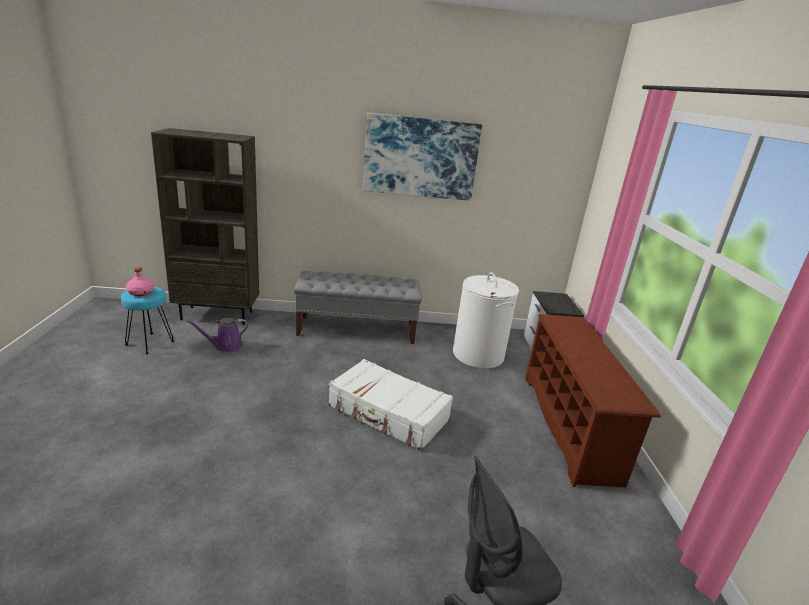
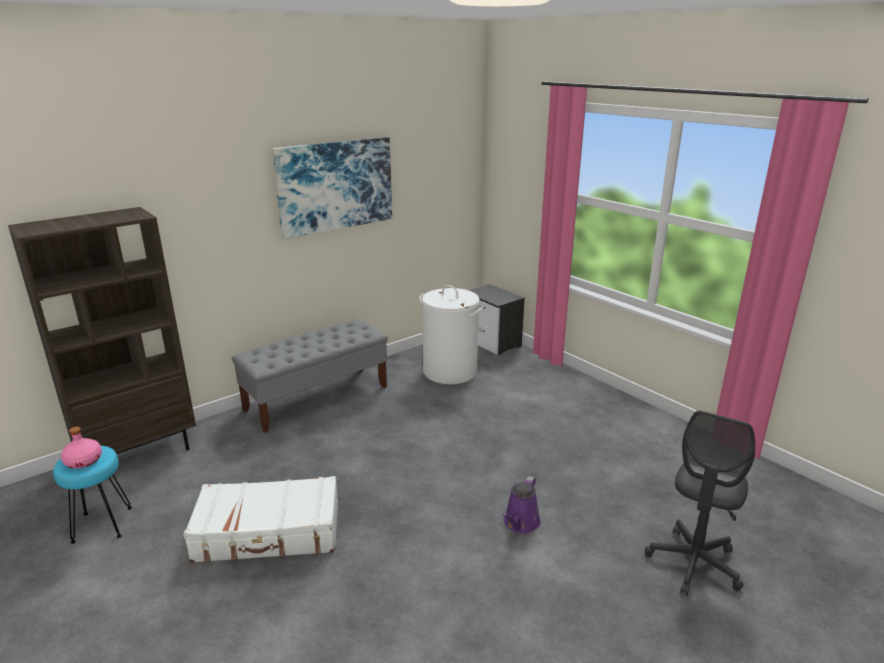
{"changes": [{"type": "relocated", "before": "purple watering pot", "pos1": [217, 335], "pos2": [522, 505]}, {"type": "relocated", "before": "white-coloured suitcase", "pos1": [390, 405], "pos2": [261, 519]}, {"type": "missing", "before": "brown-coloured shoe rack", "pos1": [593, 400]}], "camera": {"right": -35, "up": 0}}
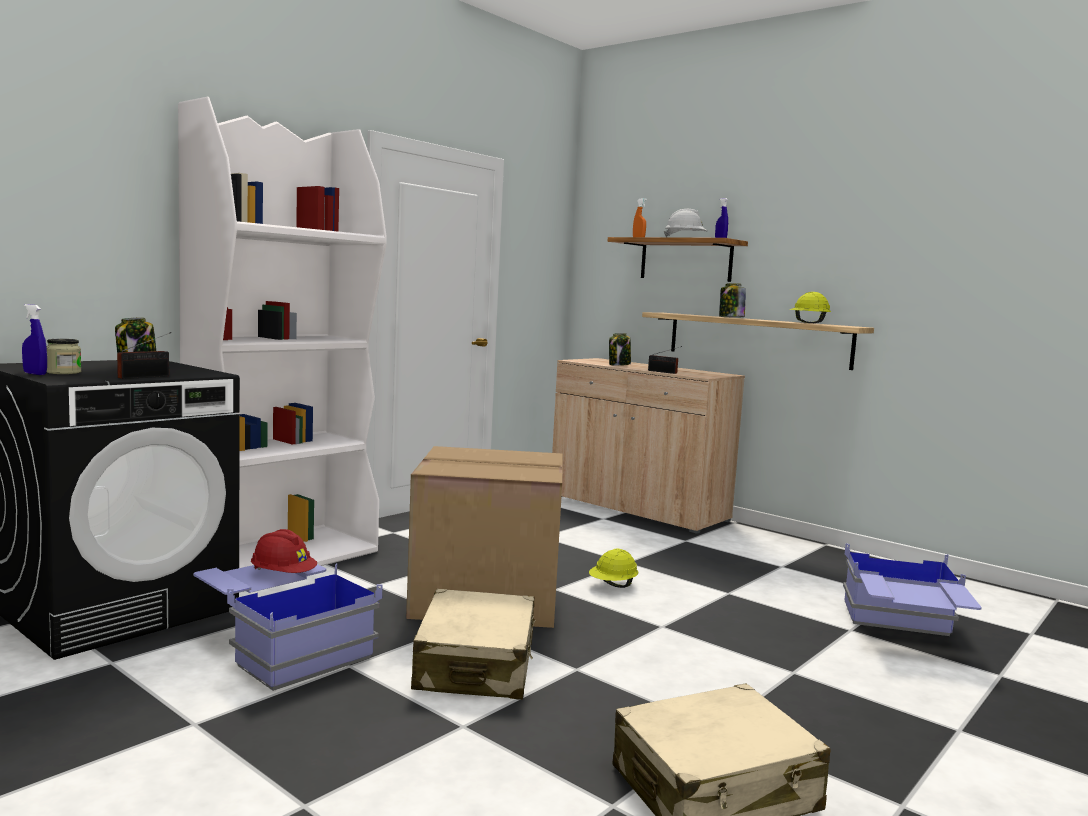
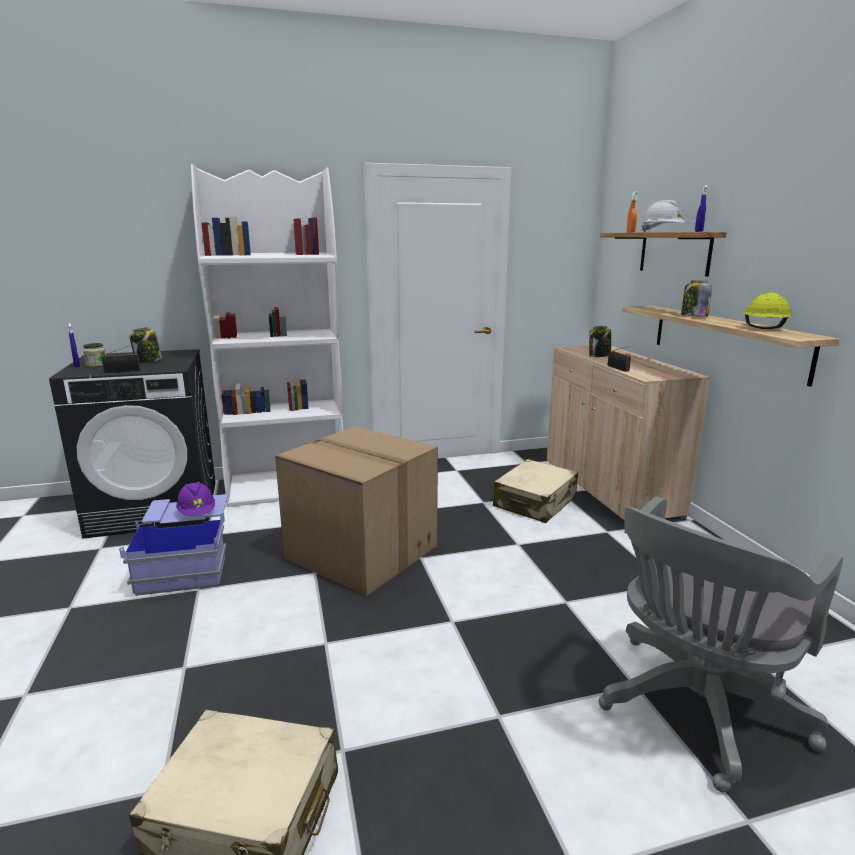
{"changes": [{"type": "colour", "before": "red-coloured hard hat", "after": "purple hard hat", "pos1": [284, 551], "pos2": [195, 499]}, {"type": "relocated", "before": "sand-coloured suitcase", "pos1": [473, 644], "pos2": [535, 491]}, {"type": "missing", "before": "yellow-coloured hard hat", "pos1": [614, 568]}, {"type": "exchanged", "before": "blue storage container", "after": "greyish computer chair", "pos1": [912, 589], "pos2": [720, 644]}], "camera": {"right": 35, "up": 10}}
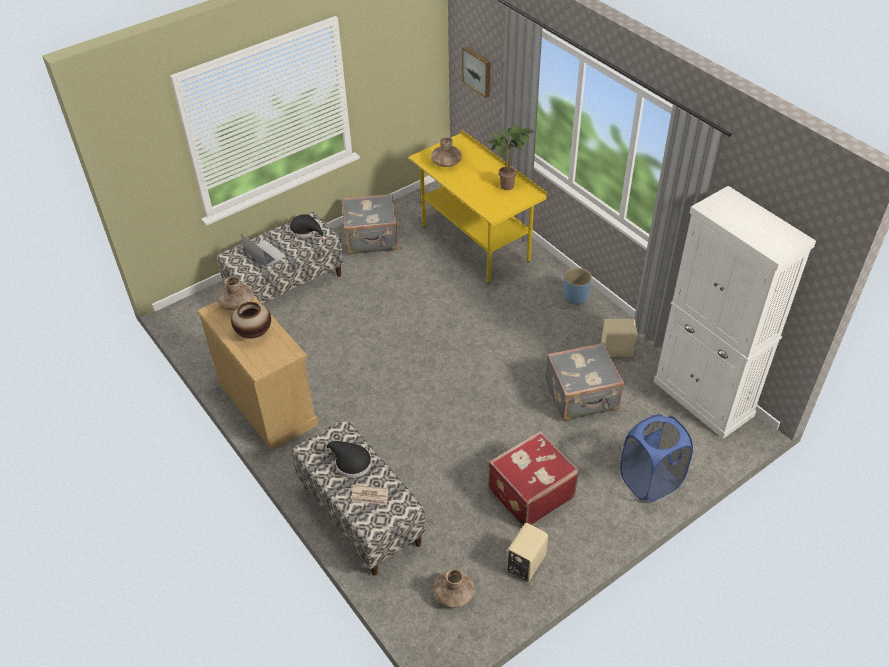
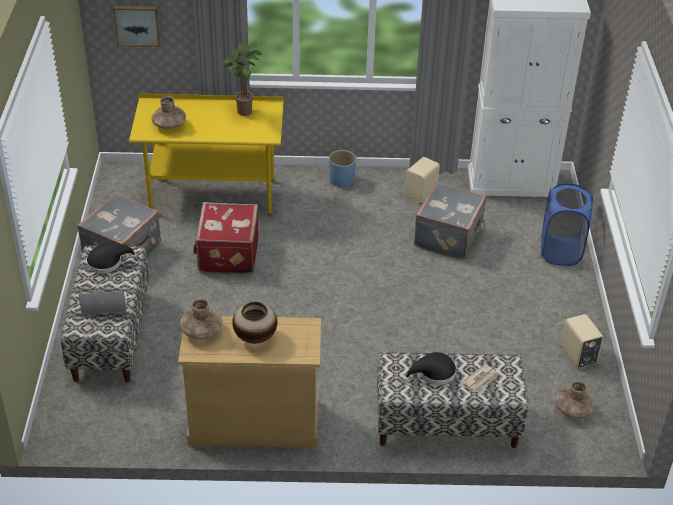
{"changes": [{"type": "relocated", "before": "red-coloured suitcase", "pos1": [534, 479], "pos2": [226, 238]}], "camera": {"right": -55, "up": -5}}
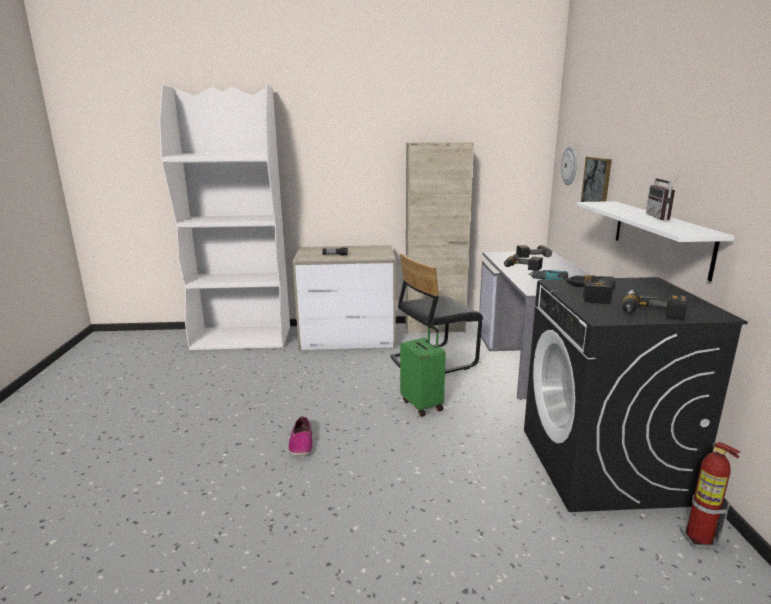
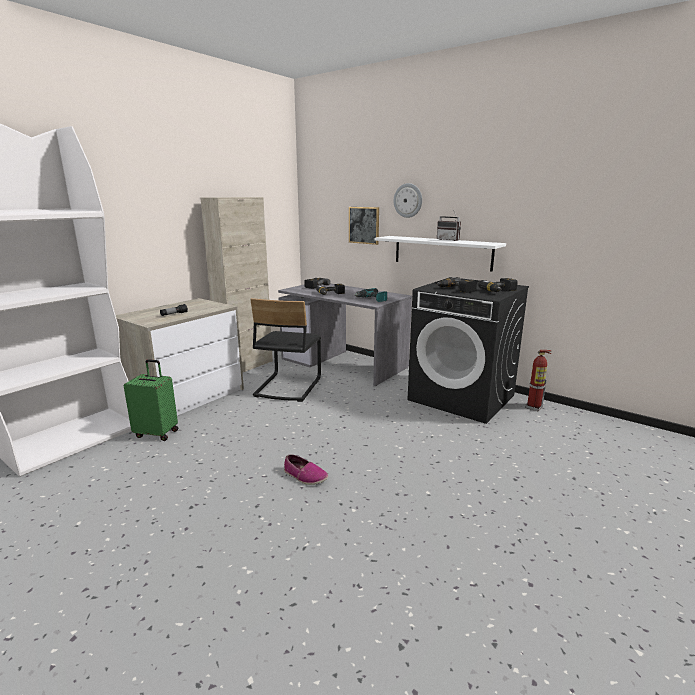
{"changes": [{"type": "relocated", "before": "greenish suitcase", "pos1": [423, 370], "pos2": [151, 400]}, {"type": "relocated", "before": "clock on the wall", "pos1": [569, 165], "pos2": [408, 200]}], "camera": {"right": -50, "up": 0}}
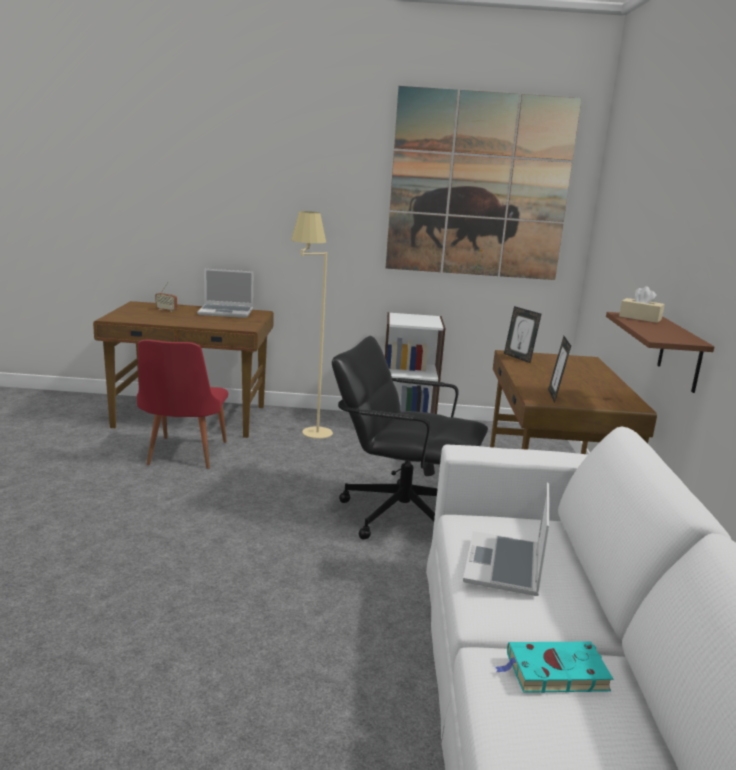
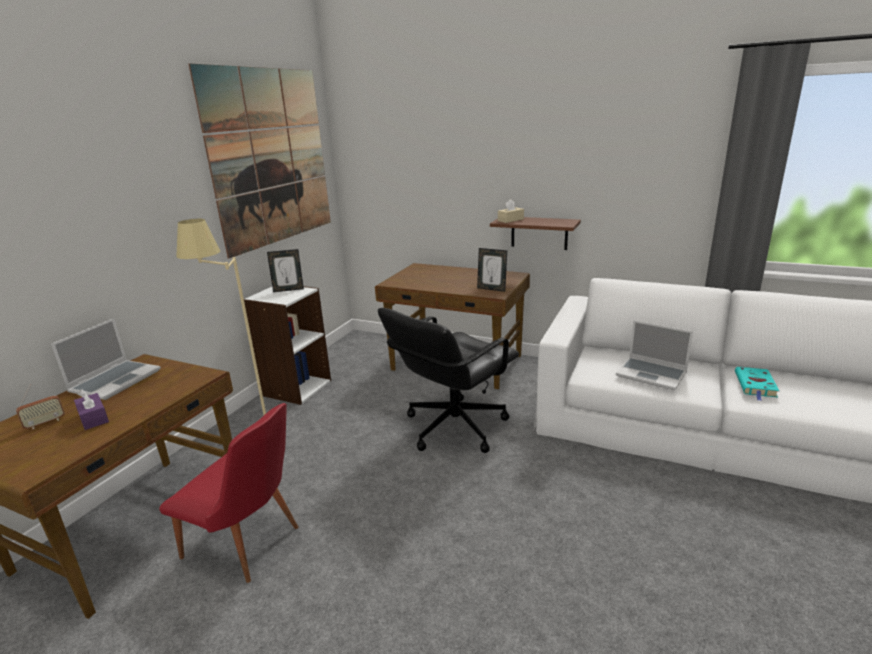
{"changes": [{"type": "relocated", "before": "picture frame", "pos1": [523, 334], "pos2": [285, 270]}, {"type": "appeared", "after": "purple tissue holder", "pos2": [91, 409]}], "camera": {"right": -65, "up": 5}}
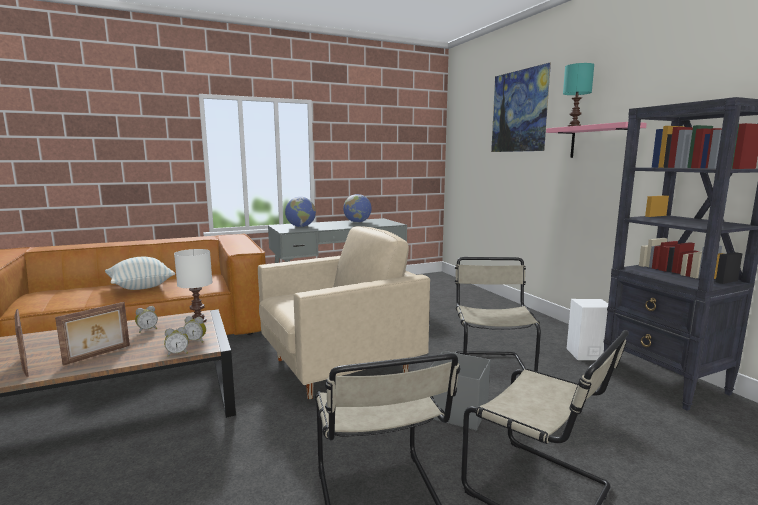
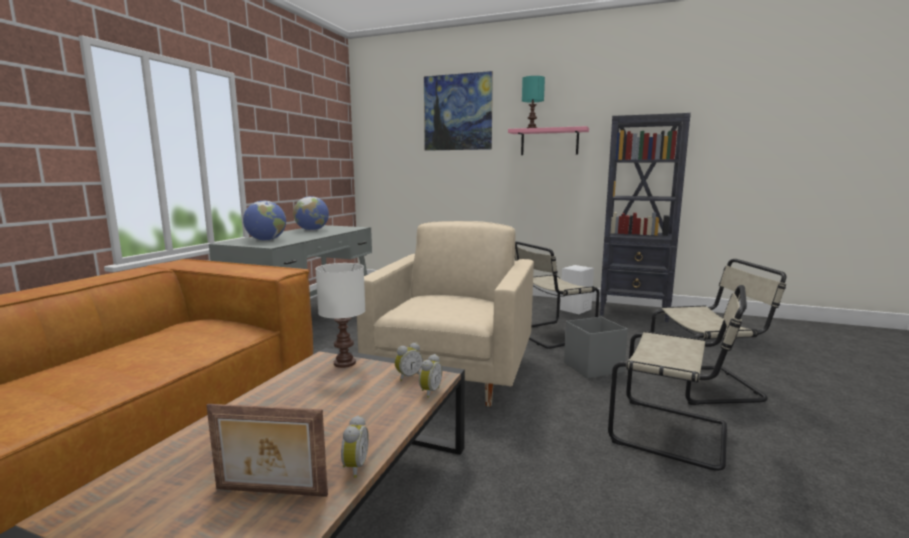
{"changes": [{"type": "missing", "before": "picture frame", "pos1": [92, 334]}, {"type": "missing", "before": "throw pillow", "pos1": [140, 273]}, {"type": "relocated", "before": "alarm clock", "pos1": [146, 319], "pos2": [355, 446]}, {"type": "spun", "before": "sand-coloured chair", "pos1": [498, 314], "pos2": [557, 295], "turn": -75}], "camera": {"right": -45, "up": 0}}
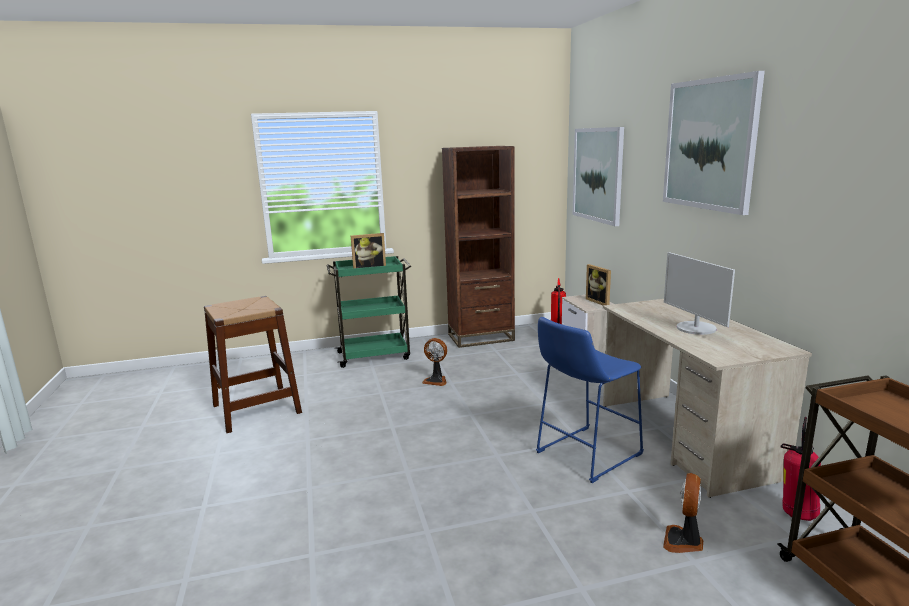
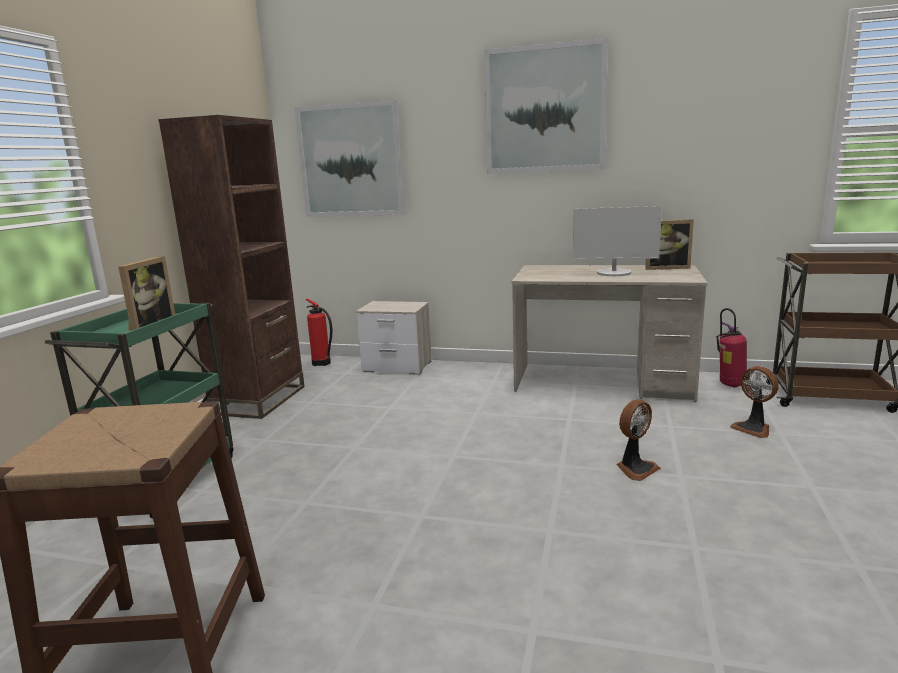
{"changes": [{"type": "relocated", "before": "fan", "pos1": [434, 362], "pos2": [639, 440]}, {"type": "missing", "before": "blue sitting stool", "pos1": [590, 400]}, {"type": "relocated", "before": "picture frame", "pos1": [598, 285], "pos2": [669, 244]}], "camera": {"right": -60, "up": 0}}
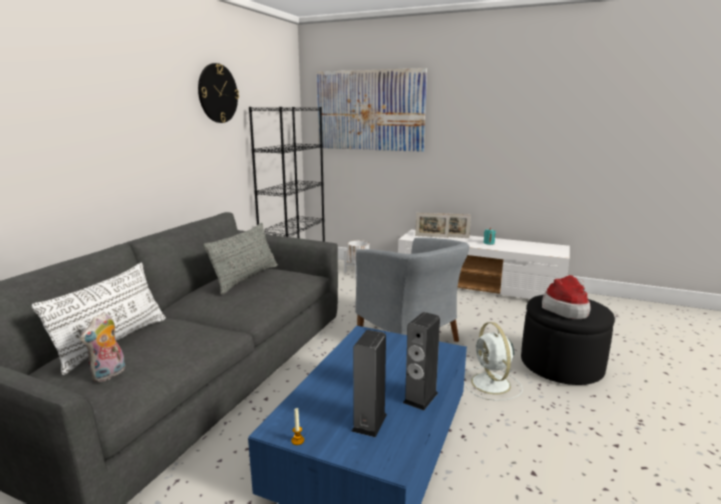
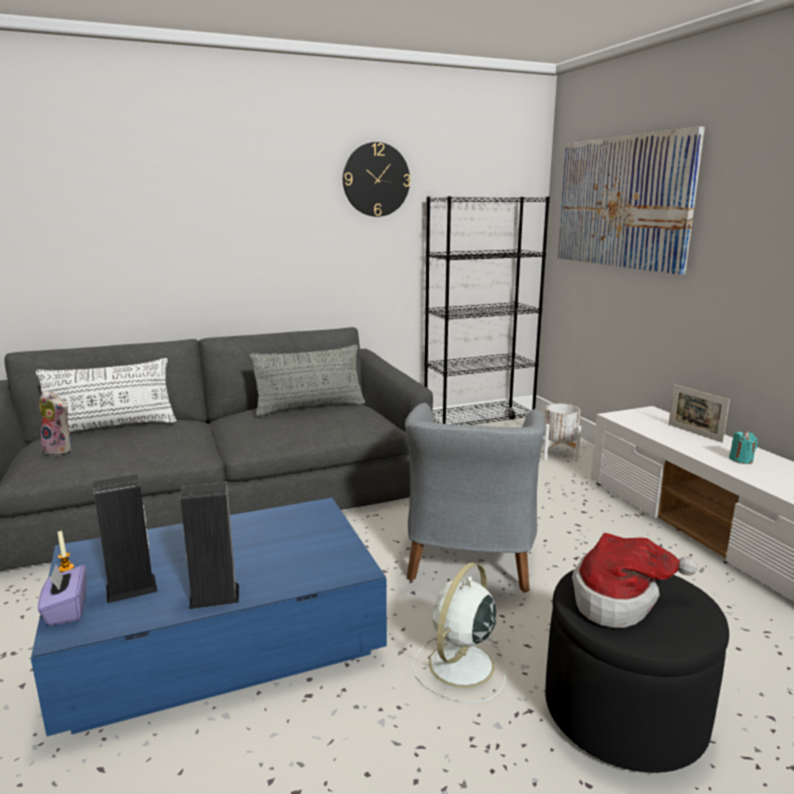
{"changes": [{"type": "spun", "before": "soft toy", "pos1": [102, 347], "pos2": [55, 423], "turn": -135}, {"type": "missing", "before": "picture frame", "pos1": [432, 225]}, {"type": "appeared", "after": "purple tissue holder", "pos2": [62, 595]}], "camera": {"right": 45, "up": 0}}
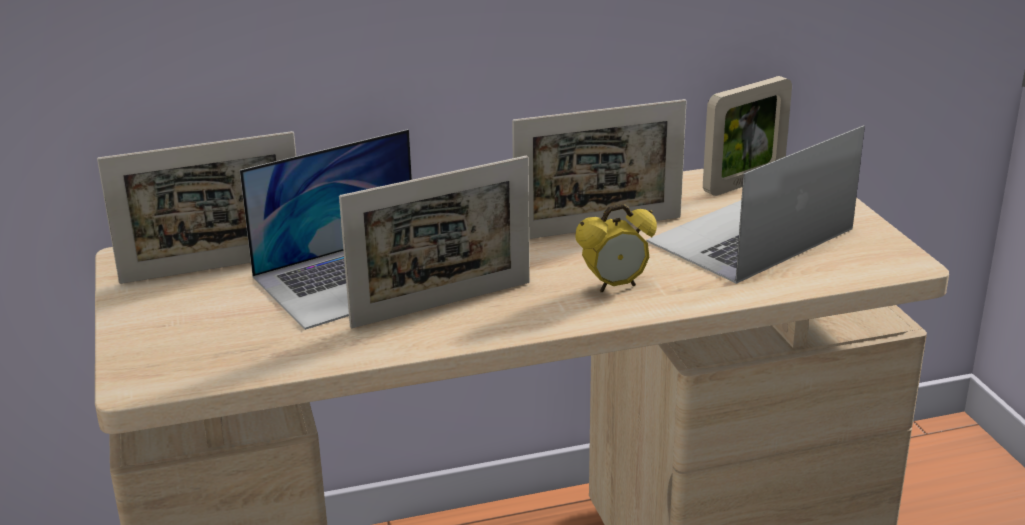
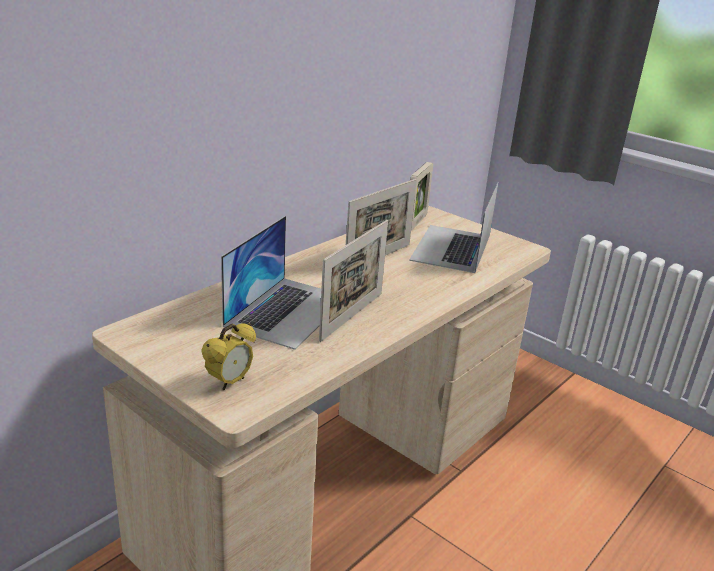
{"changes": [{"type": "missing", "before": "picture frame", "pos1": [196, 207]}, {"type": "relocated", "before": "alarm clock", "pos1": [616, 247], "pos2": [228, 356]}], "camera": {"right": -35, "up": 0}}
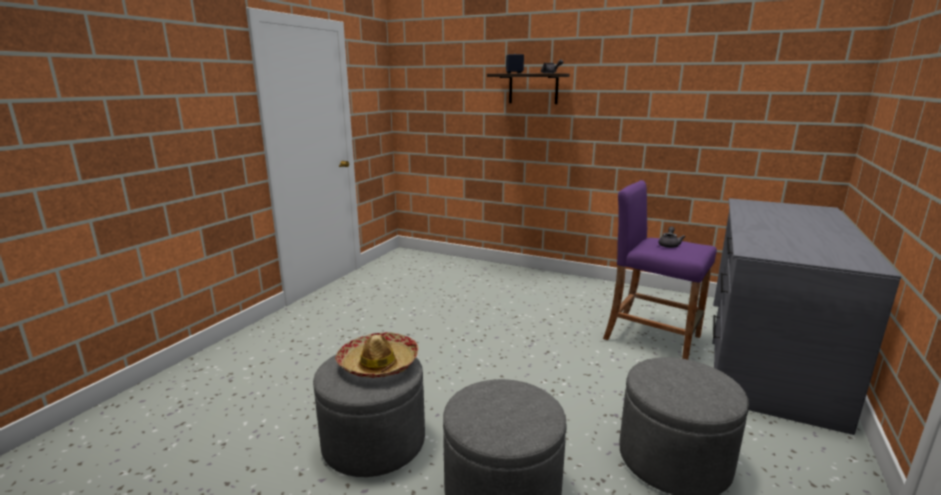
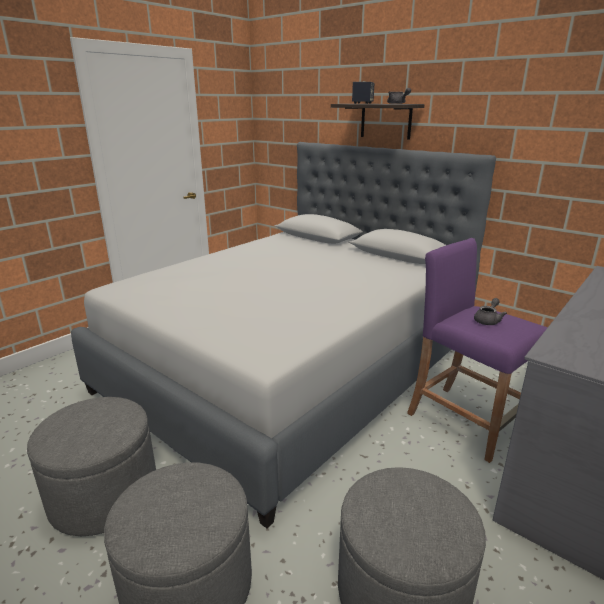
{"changes": [{"type": "missing", "before": "hat", "pos1": [377, 355]}, {"type": "appeared", "after": "greyish bedroom bed", "pos2": [283, 335]}], "camera": {"right": 15, "up": 5}}
